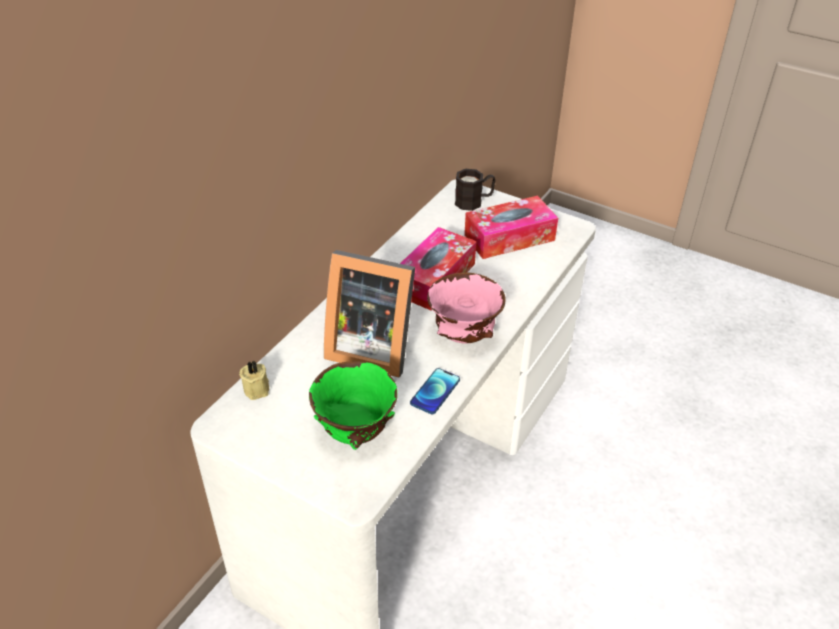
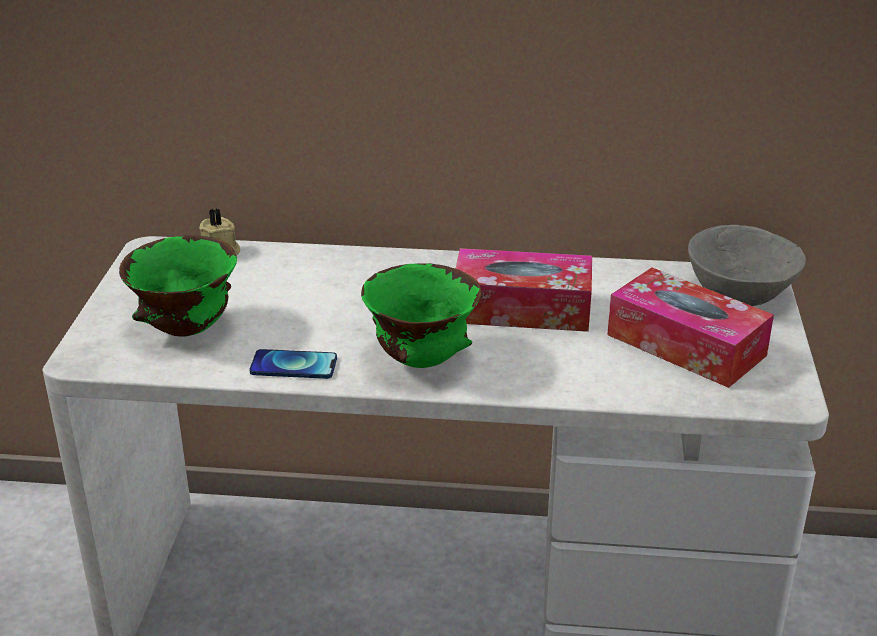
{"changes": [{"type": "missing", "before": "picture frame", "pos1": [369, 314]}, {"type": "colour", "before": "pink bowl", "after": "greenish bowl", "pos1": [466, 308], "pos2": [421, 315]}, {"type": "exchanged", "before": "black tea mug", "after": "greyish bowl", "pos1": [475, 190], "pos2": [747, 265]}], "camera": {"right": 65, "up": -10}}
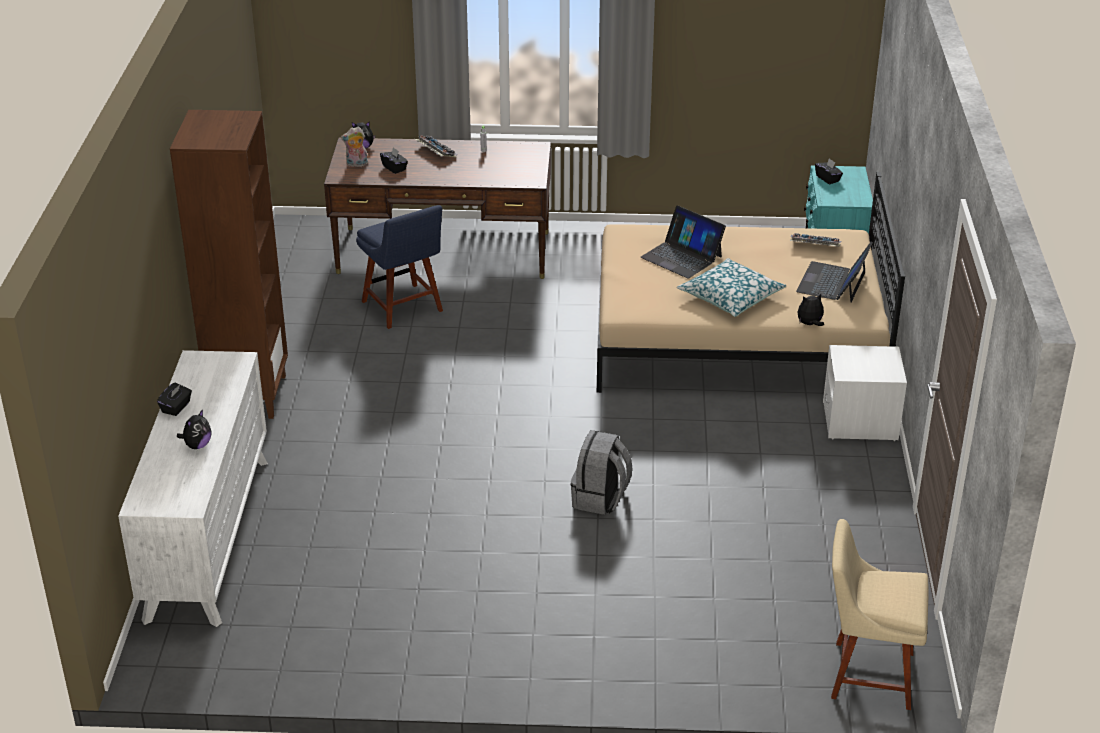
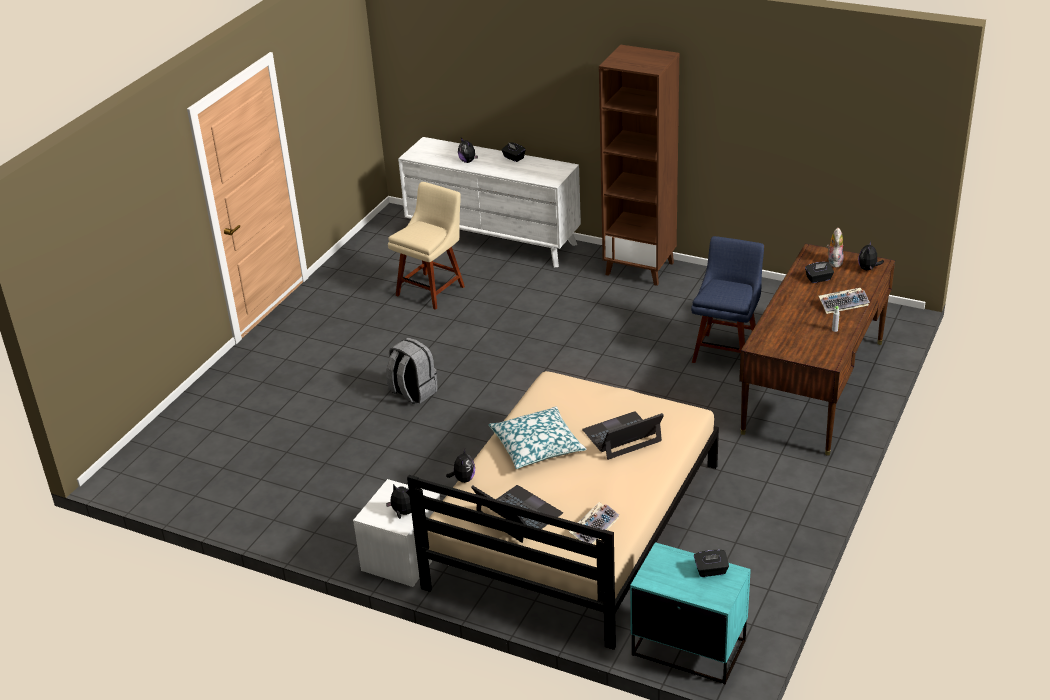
{"changes": [{"type": "spun", "before": "blue chair", "pos1": [399, 267], "pos2": [727, 299], "turn": 120}, {"type": "relocated", "before": "sand-coloured chair", "pos1": [880, 614], "pos2": [426, 246]}, {"type": "appeared", "after": "soft toy", "pos2": [398, 501]}], "camera": {"right": 115, "up": 0}}
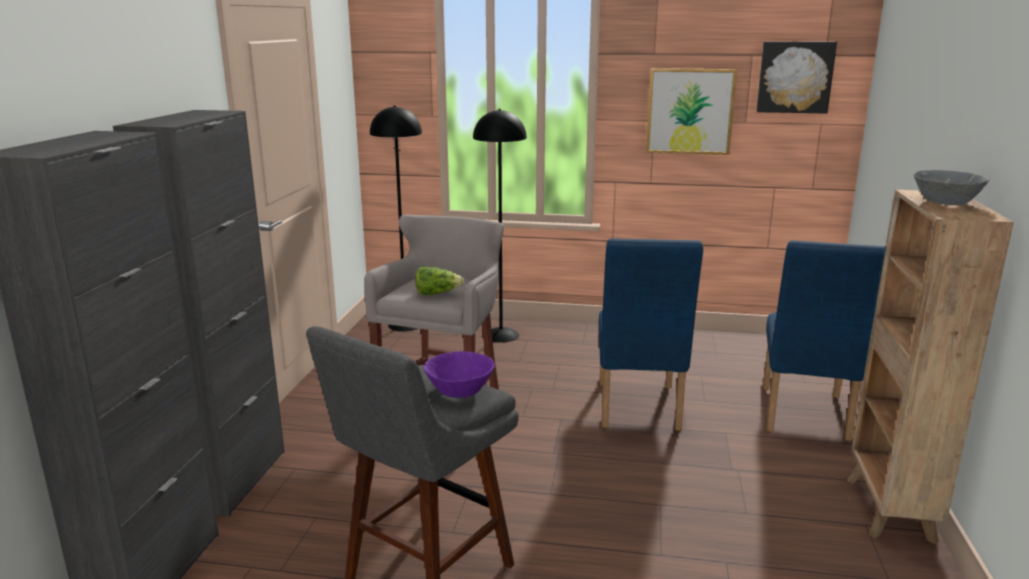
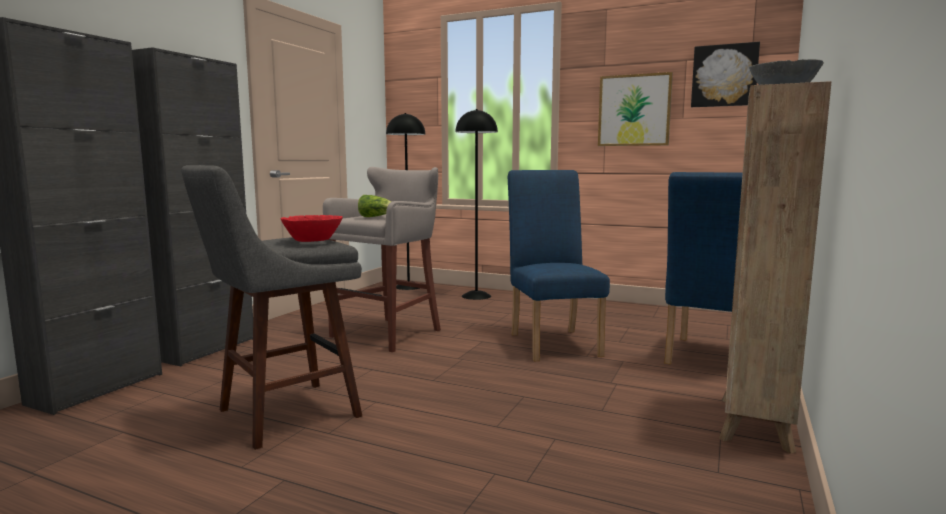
{"changes": [{"type": "colour", "before": "purple bowl", "after": "red-coloured bowl", "pos1": [459, 374], "pos2": [312, 228]}, {"type": "spun", "before": "blue chair", "pos1": [651, 334], "pos2": [559, 265], "turn": 150}], "camera": {"right": 15, "up": -10}}
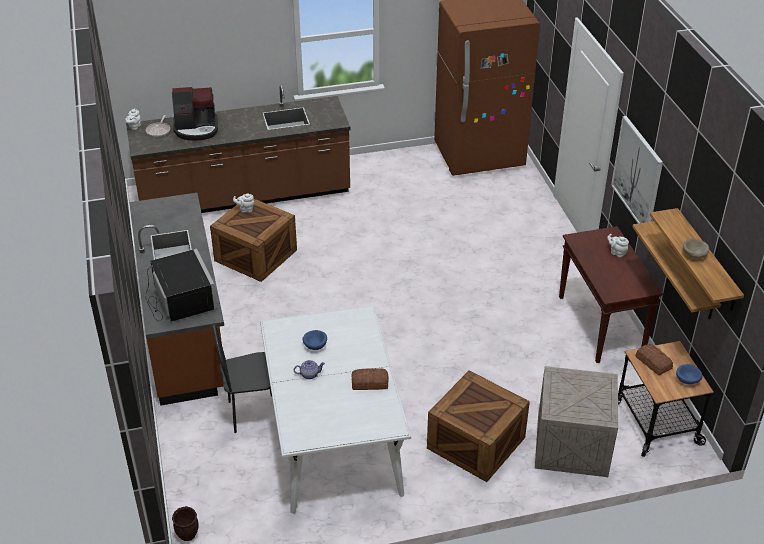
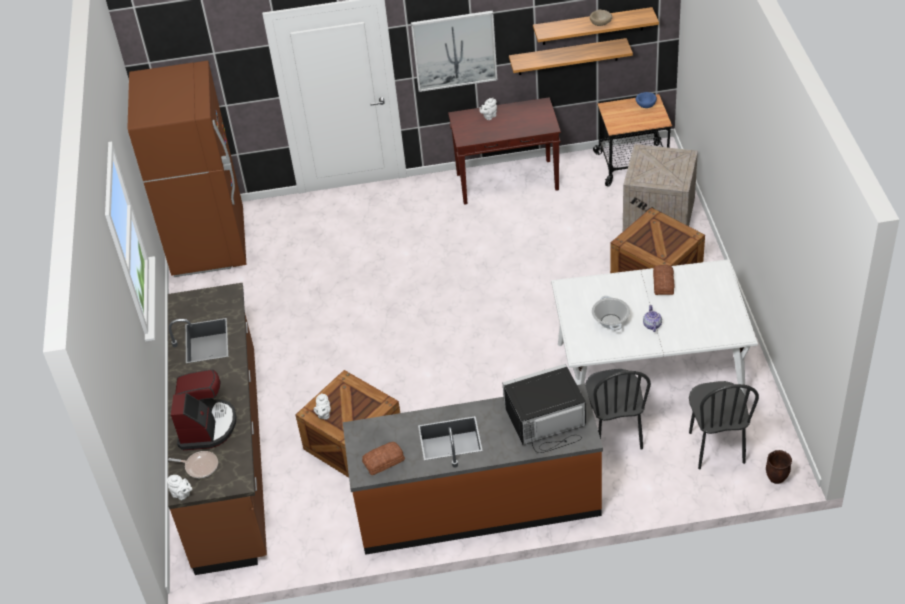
{"changes": [{"type": "exchanged", "before": "blue bowl", "after": "stockpot", "pos1": [315, 340], "pos2": [611, 313]}, {"type": "relocated", "before": "baked bread", "pos1": [654, 360], "pos2": [383, 459]}, {"type": "appeared", "after": "black chair", "pos2": [724, 425]}], "camera": {"right": -80, "up": 5}}
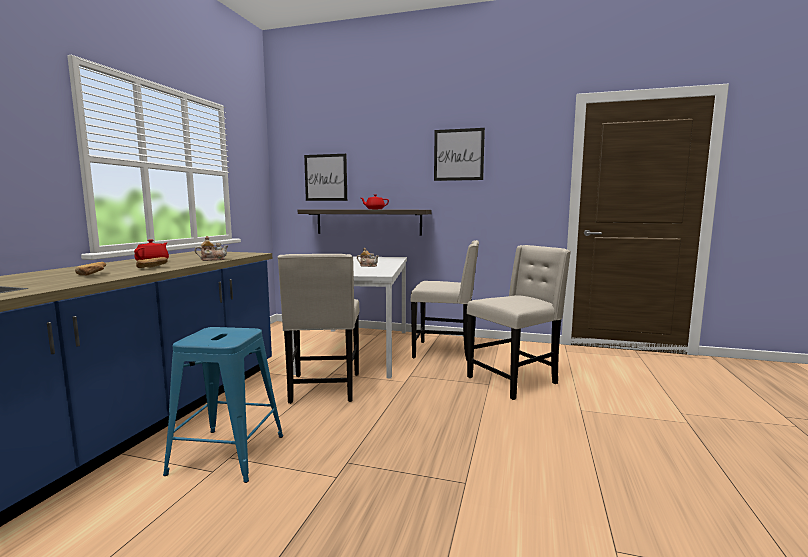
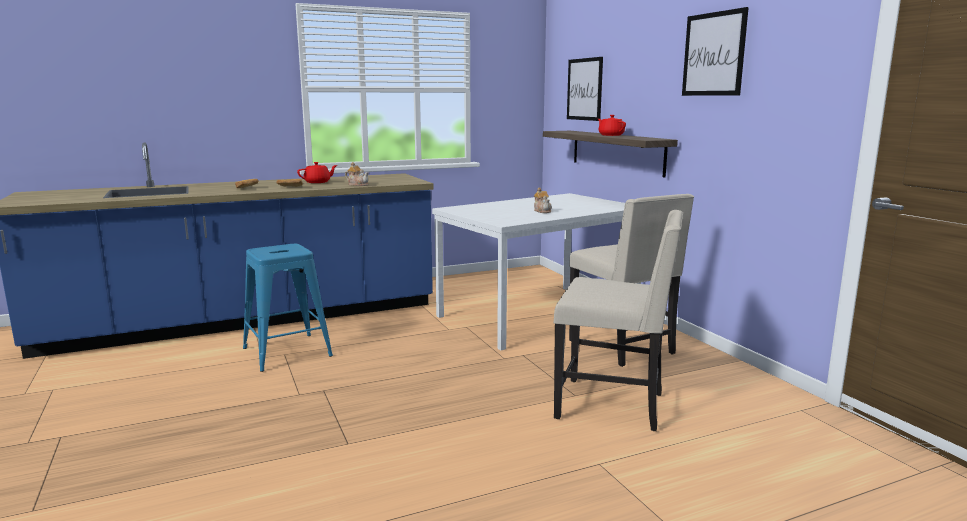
{"changes": [{"type": "missing", "before": "sand-coloured chair", "pos1": [318, 329]}], "camera": {"right": 50, "up": 5}}
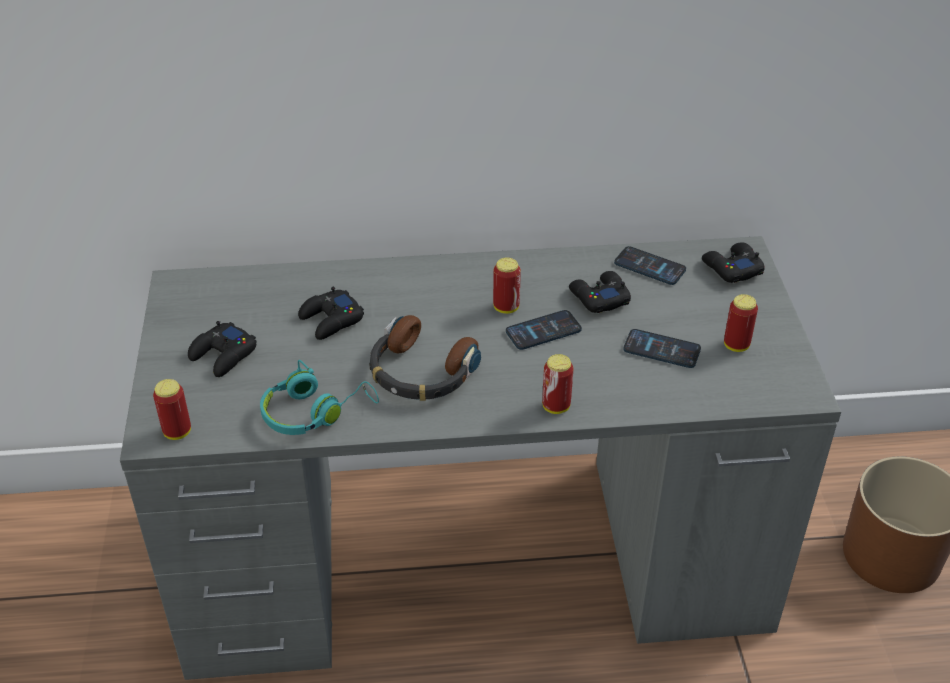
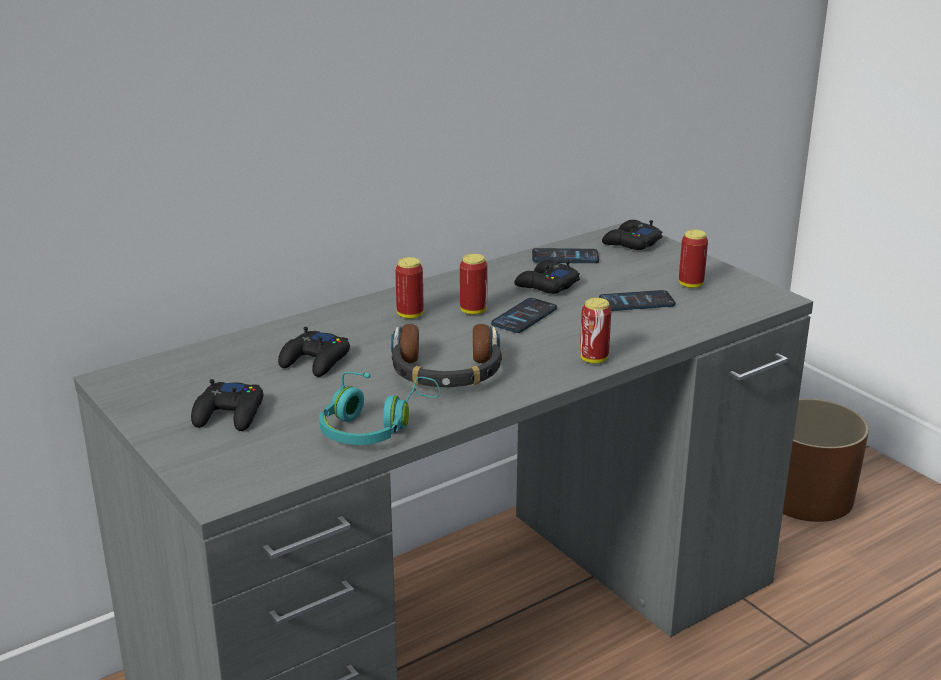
{"changes": [{"type": "relocated", "before": "can", "pos1": [172, 409], "pos2": [409, 288]}], "camera": {"right": -30, "up": -15}}
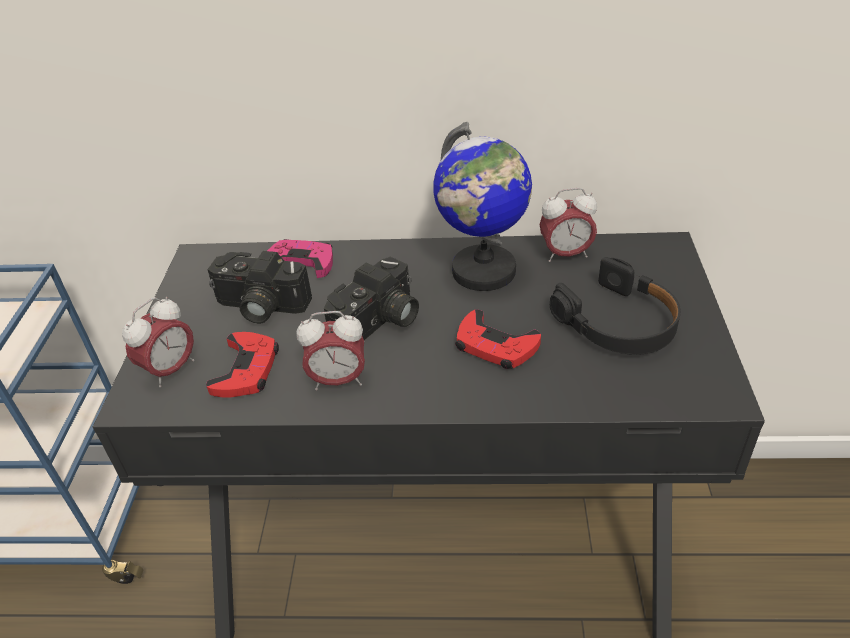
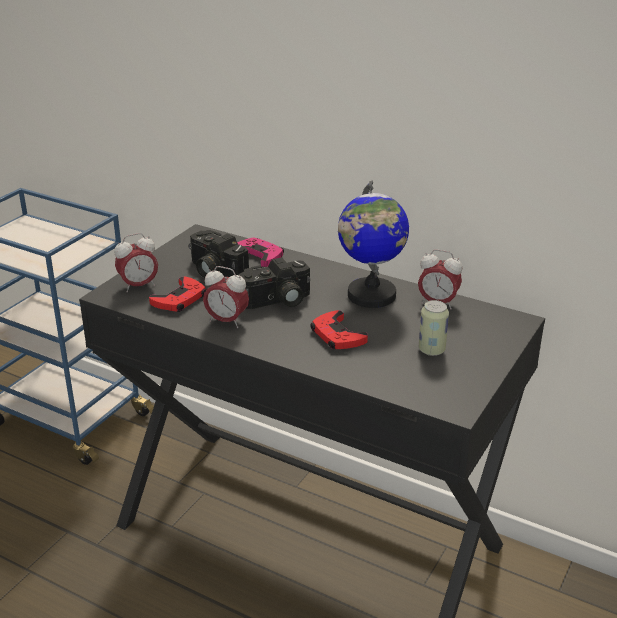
{"changes": [{"type": "exchanged", "before": "black pair of headphones", "after": "can", "pos1": [615, 306], "pos2": [434, 328]}], "camera": {"right": 25, "up": -10}}
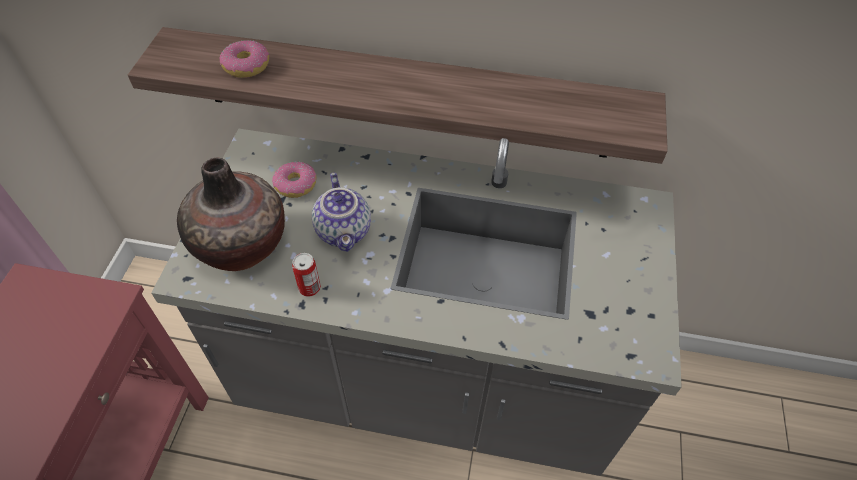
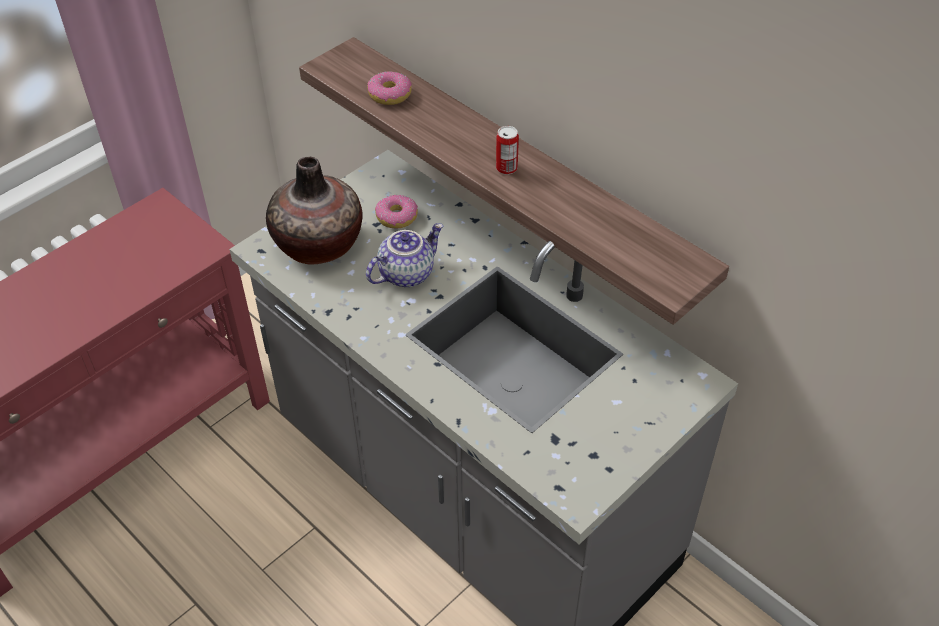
{"changes": [{"type": "relocated", "before": "can", "pos1": [306, 275], "pos2": [507, 150]}, {"type": "spun", "before": "pot for tea", "pos1": [341, 212], "pos2": [405, 255], "turn": -150}], "camera": {"right": 35, "up": -5}}
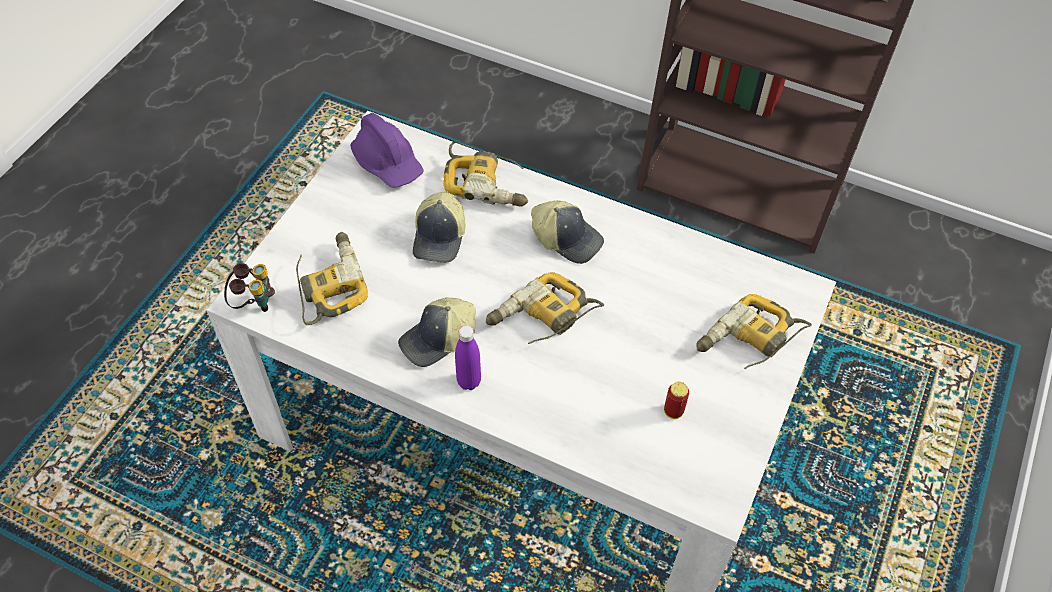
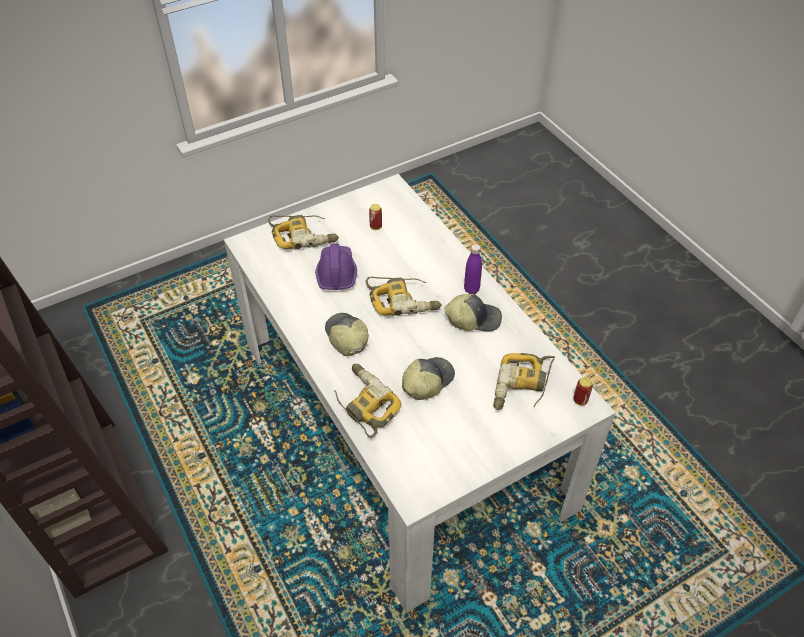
{"changes": [{"type": "exchanged", "before": "pair of binoculars", "after": "can", "pos1": [249, 287], "pos2": [583, 391]}, {"type": "relocated", "before": "purple hard hat", "pos1": [387, 150], "pos2": [336, 267]}], "camera": {"right": -145, "up": -5}}
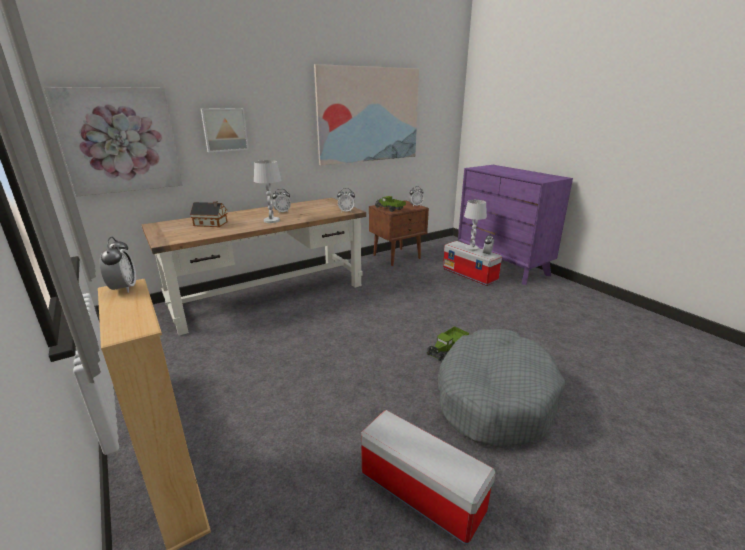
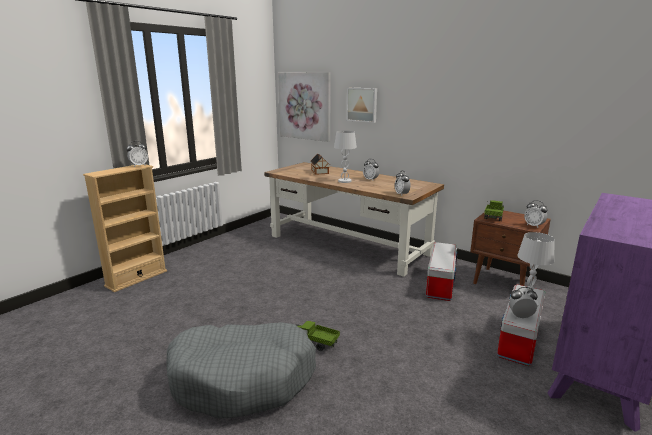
{"changes": [{"type": "missing", "before": "wall art", "pos1": [366, 114]}, {"type": "relocated", "before": "storage container", "pos1": [428, 477], "pos2": [441, 271]}], "camera": {"right": 70, "up": -5}}
